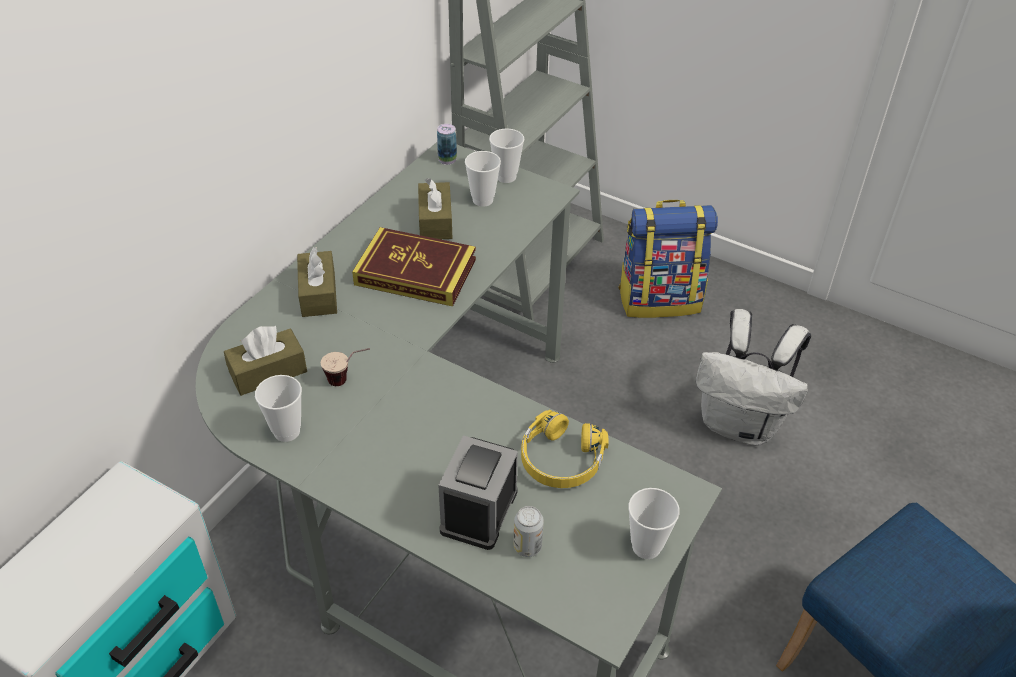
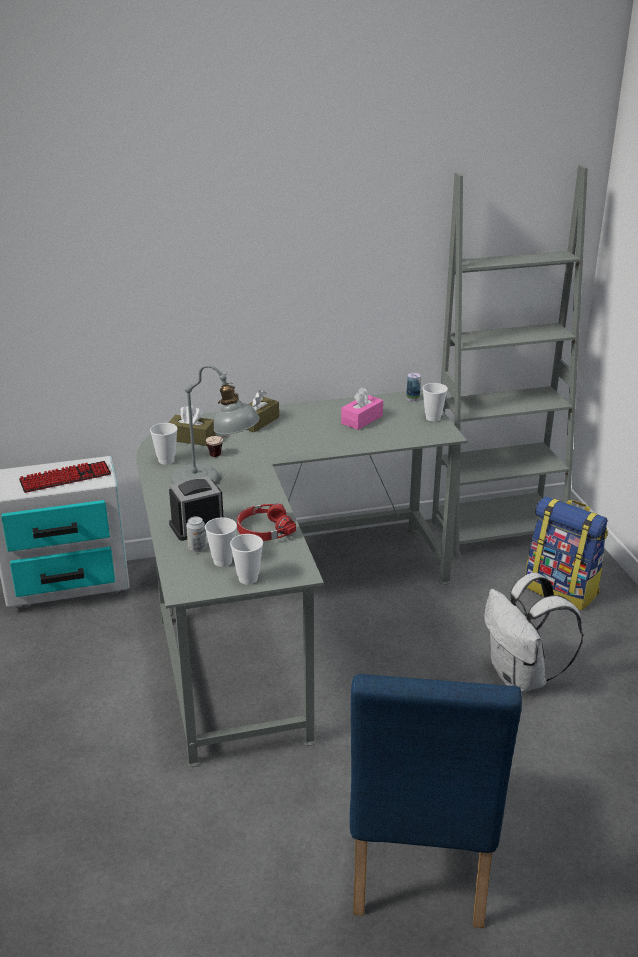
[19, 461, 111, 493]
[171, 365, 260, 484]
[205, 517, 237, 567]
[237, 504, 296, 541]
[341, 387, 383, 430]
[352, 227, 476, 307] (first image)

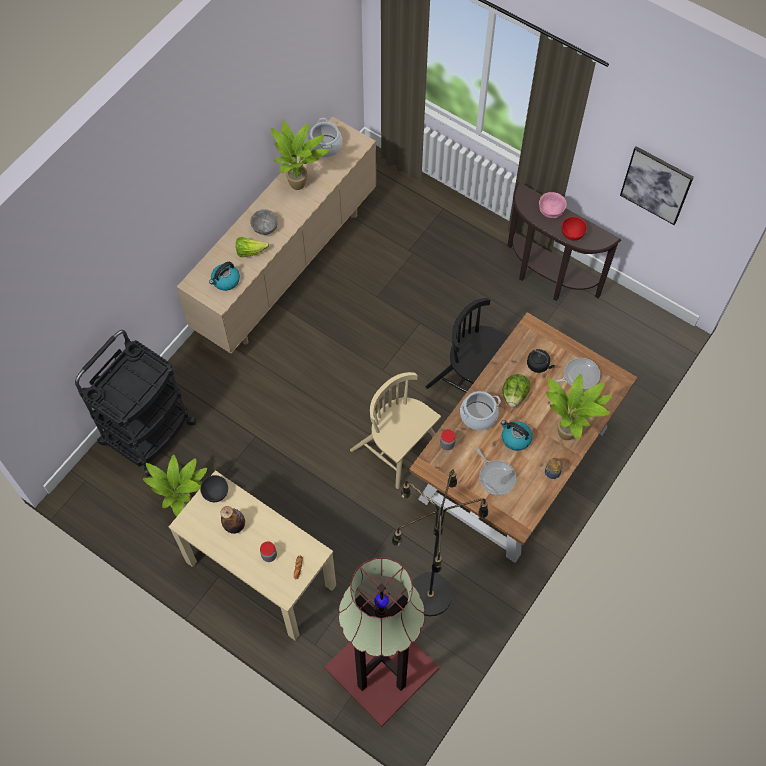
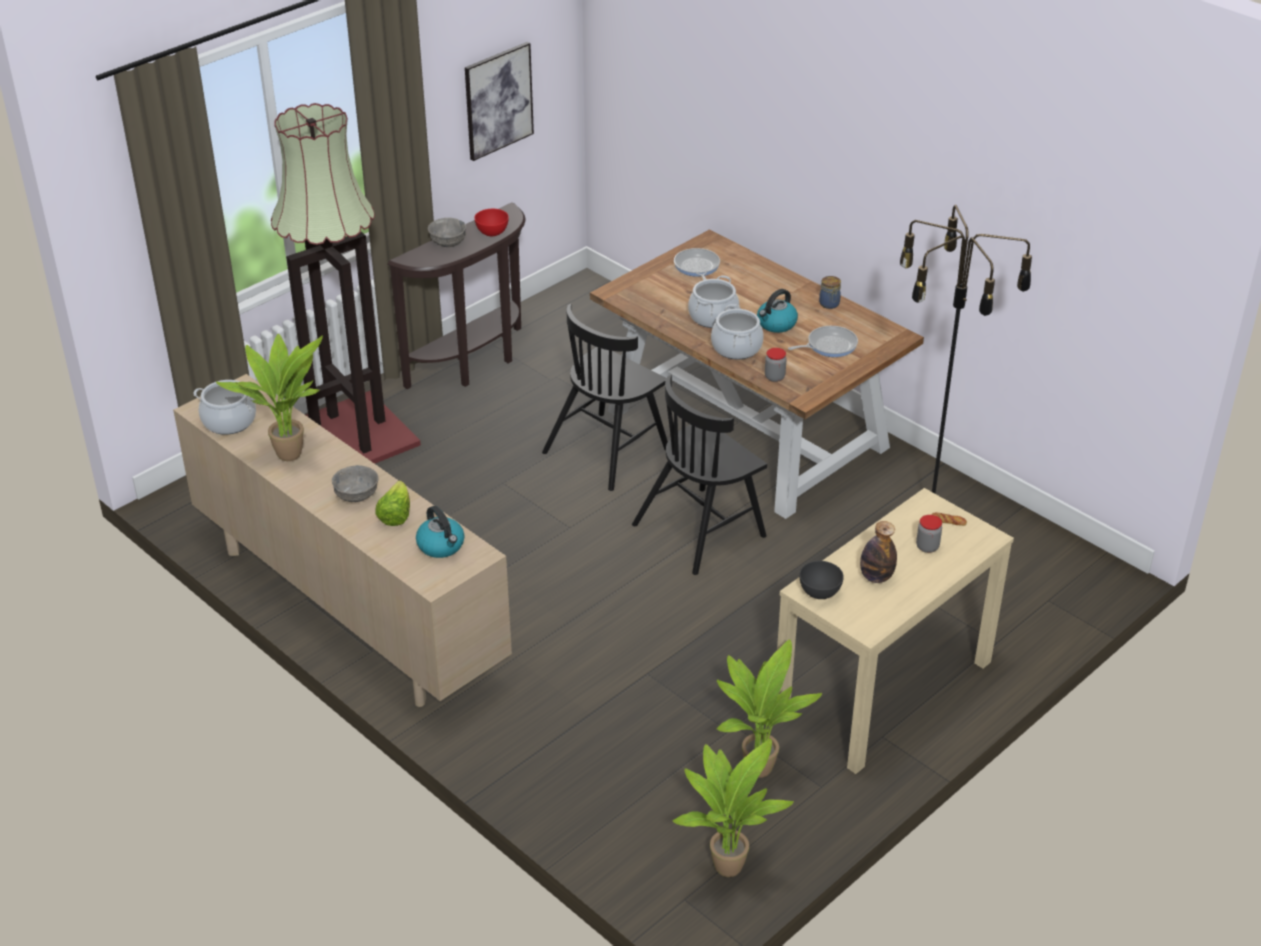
[271, 103, 421, 464]
[428, 218, 466, 247]
[632, 375, 767, 575]
[672, 739, 794, 877]
[688, 275, 740, 328]
[75, 330, 196, 477] (first image)
[527, 349, 555, 373] (first image)

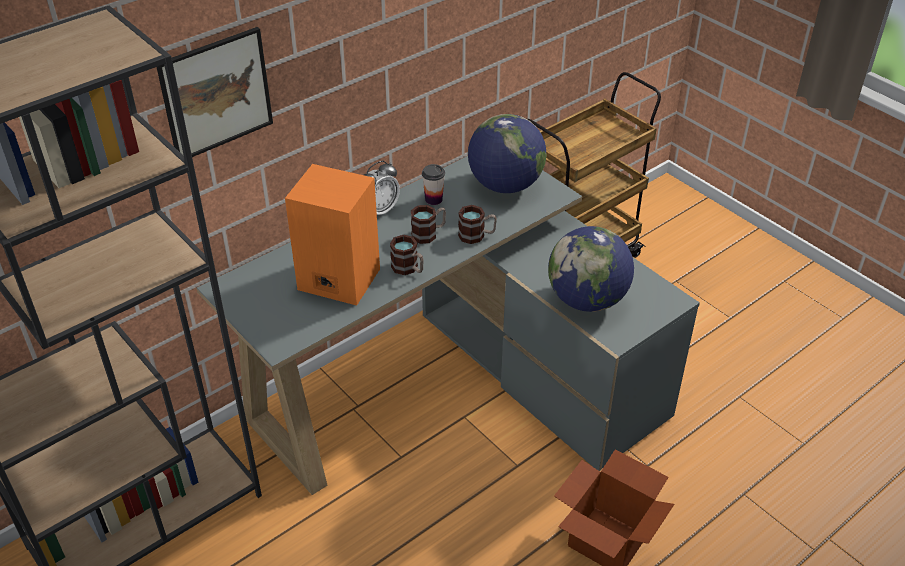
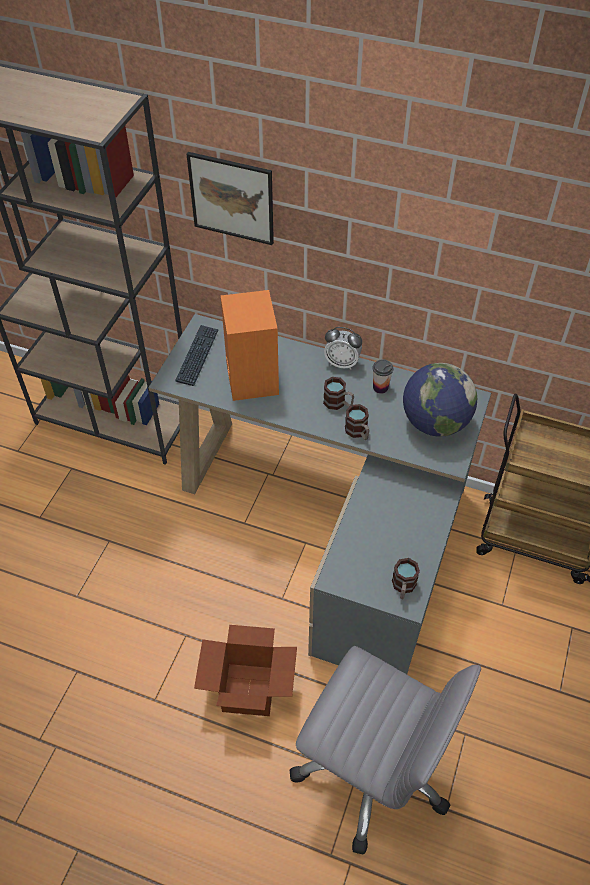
[175, 325, 219, 386]
[290, 646, 481, 855]
[392, 558, 420, 599]
[548, 226, 634, 312] (first image)

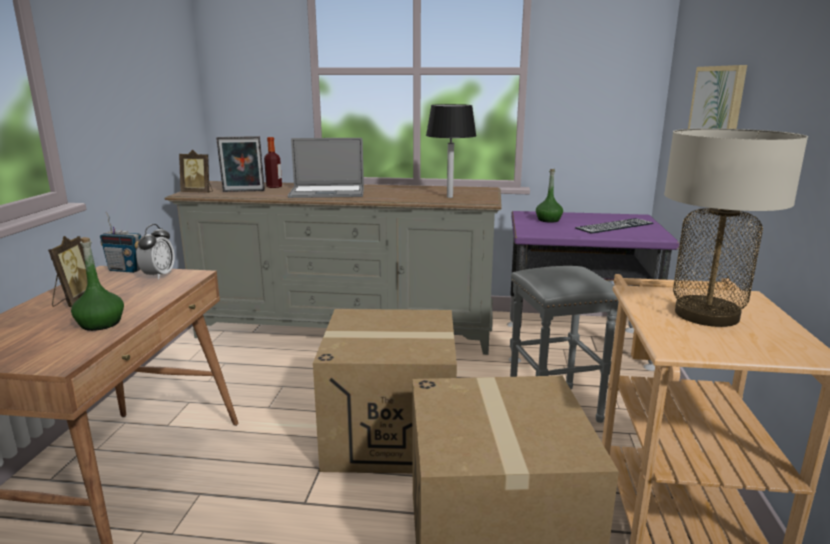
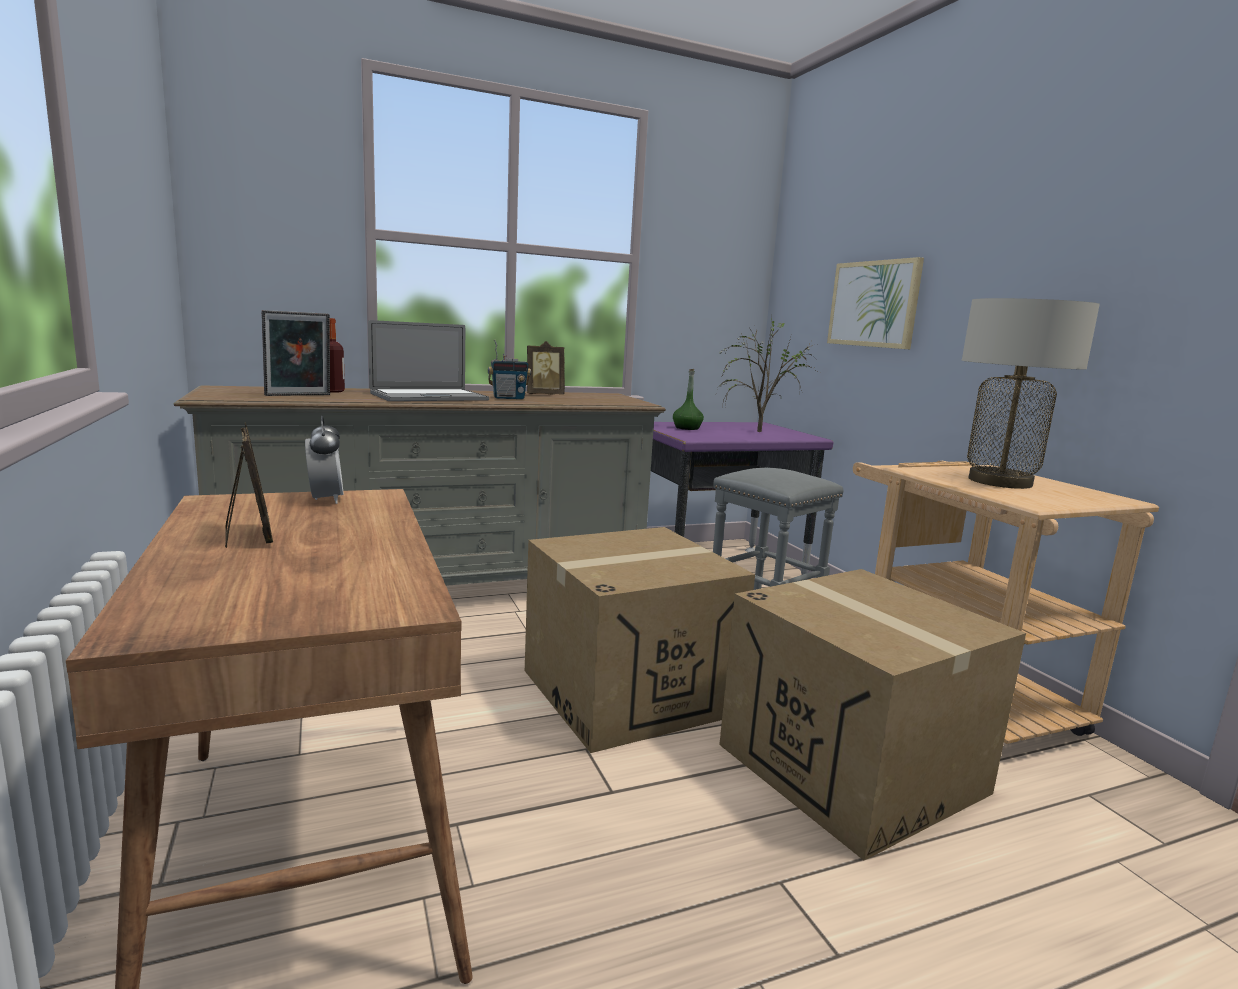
[488, 340, 531, 399]
[527, 341, 565, 394]
[717, 318, 815, 432]
[71, 237, 124, 331] (first image)
[426, 104, 477, 198] (first image)

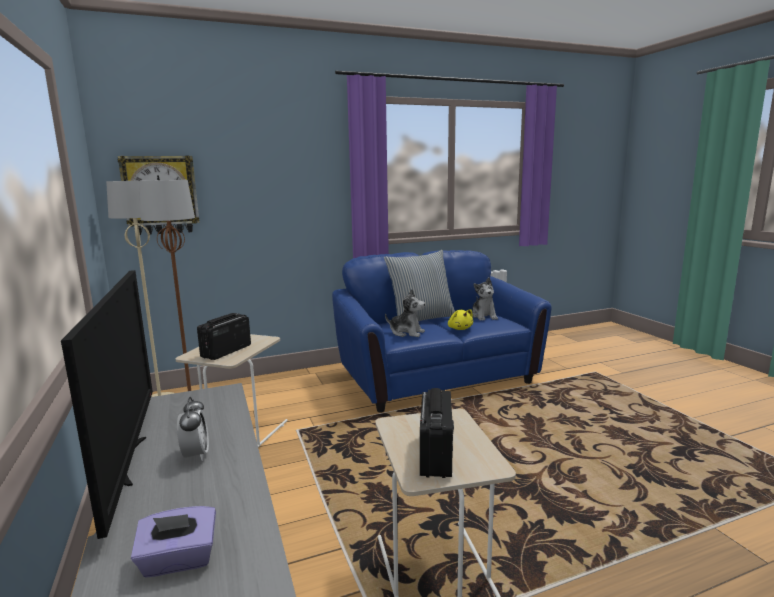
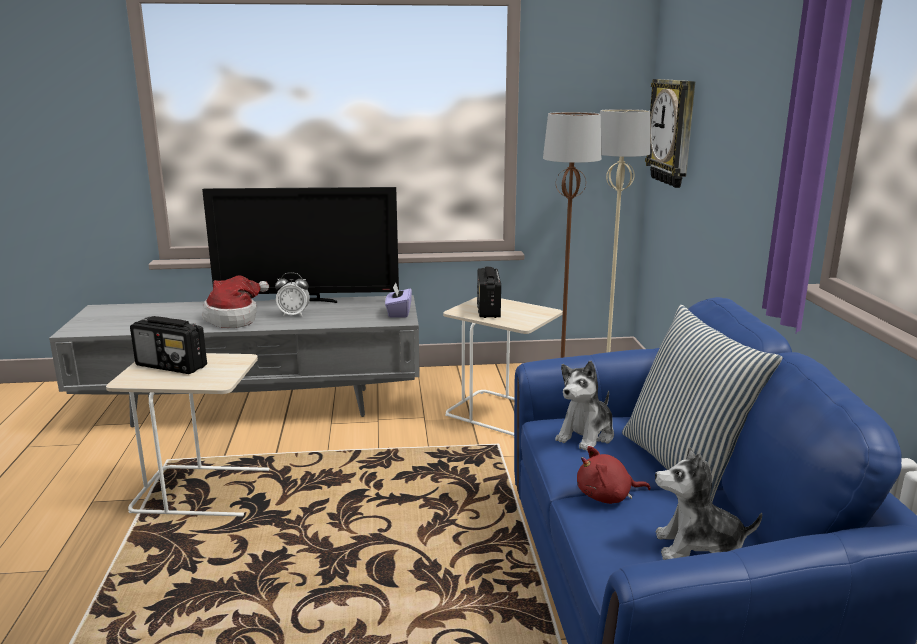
[202, 275, 269, 328]
[385, 283, 412, 318]
[477, 267, 501, 318]
[577, 446, 651, 504]

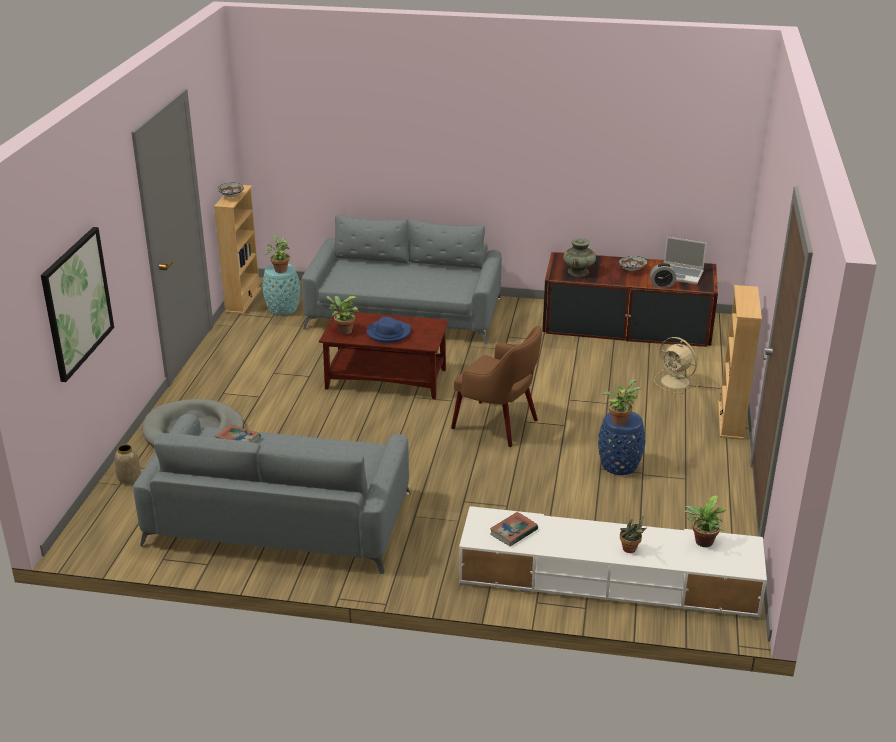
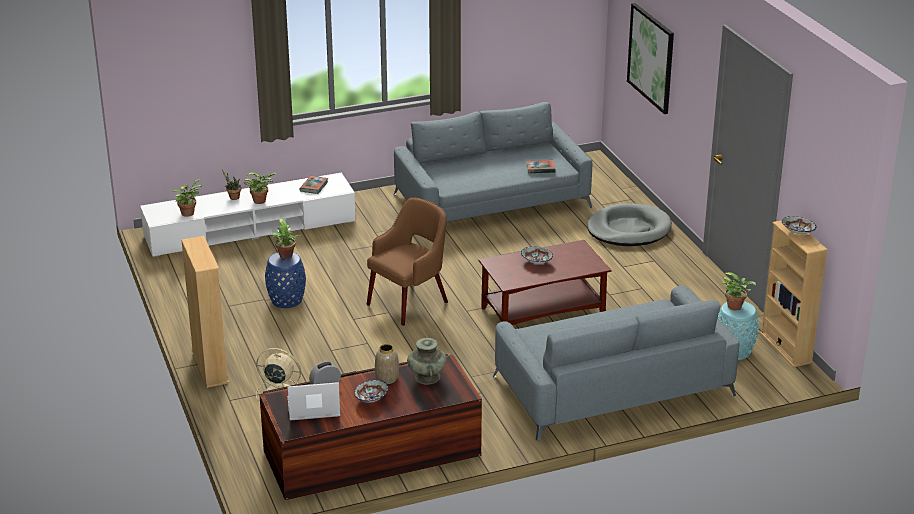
[244, 172, 277, 204]
[367, 197, 448, 326]
[375, 344, 399, 384]
[521, 246, 553, 264]

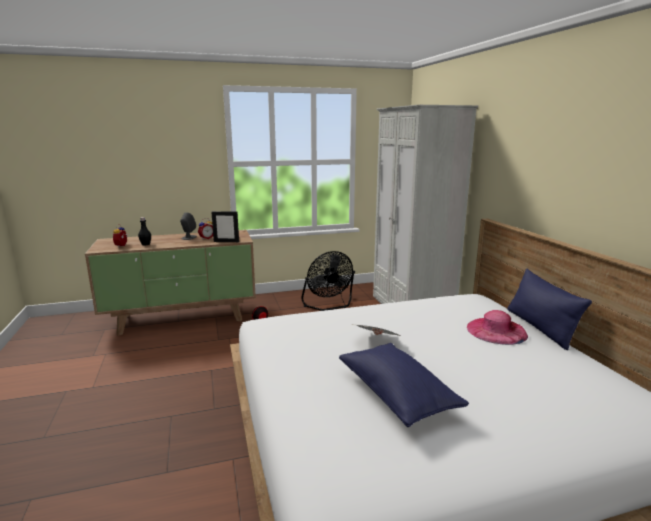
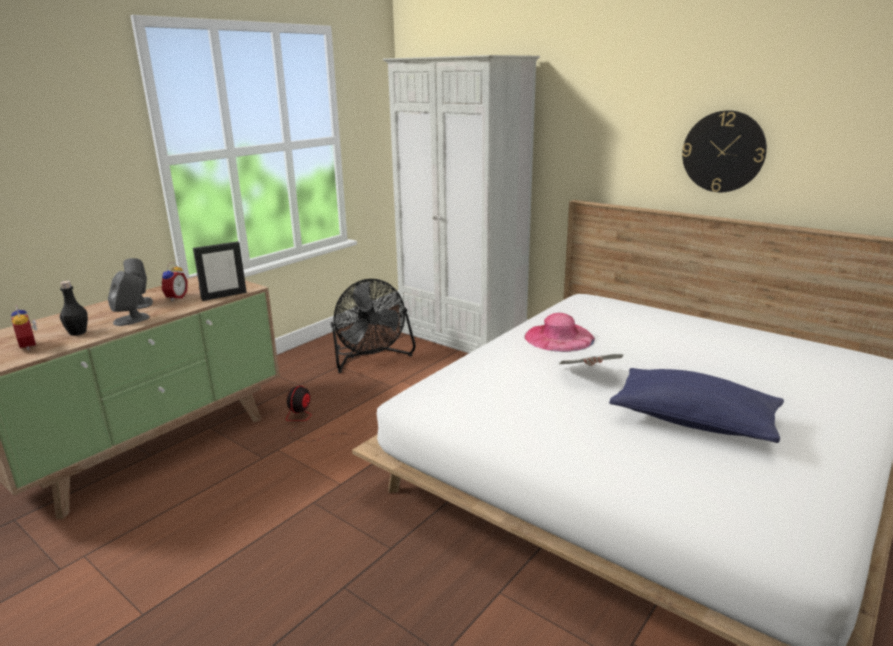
[108, 271, 150, 326]
[331, 279, 416, 373]
[525, 313, 595, 352]
[682, 110, 767, 192]
[507, 269, 592, 350] (first image)

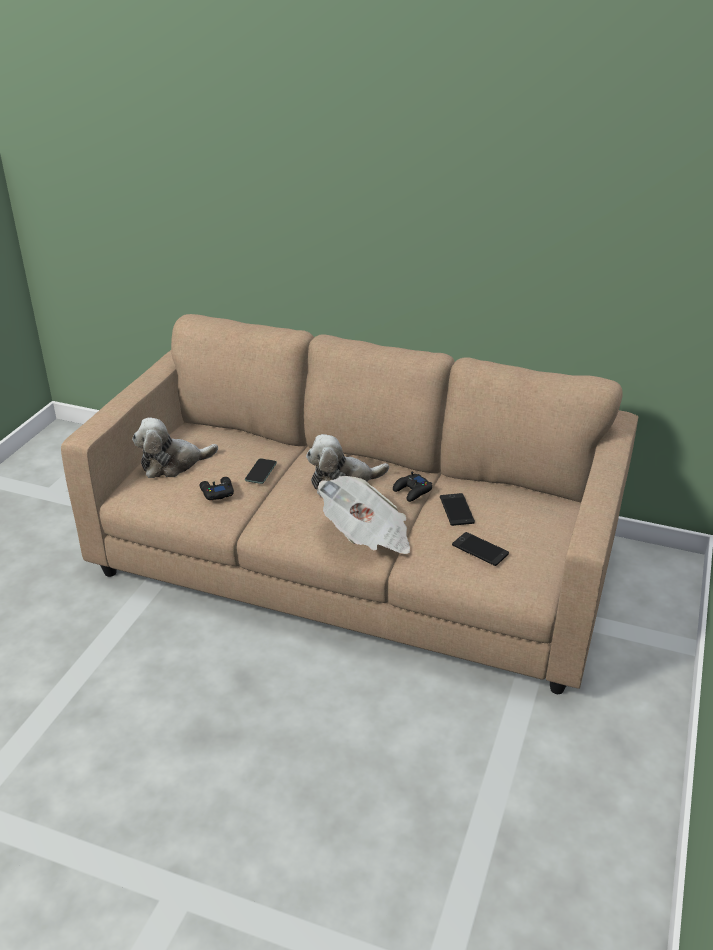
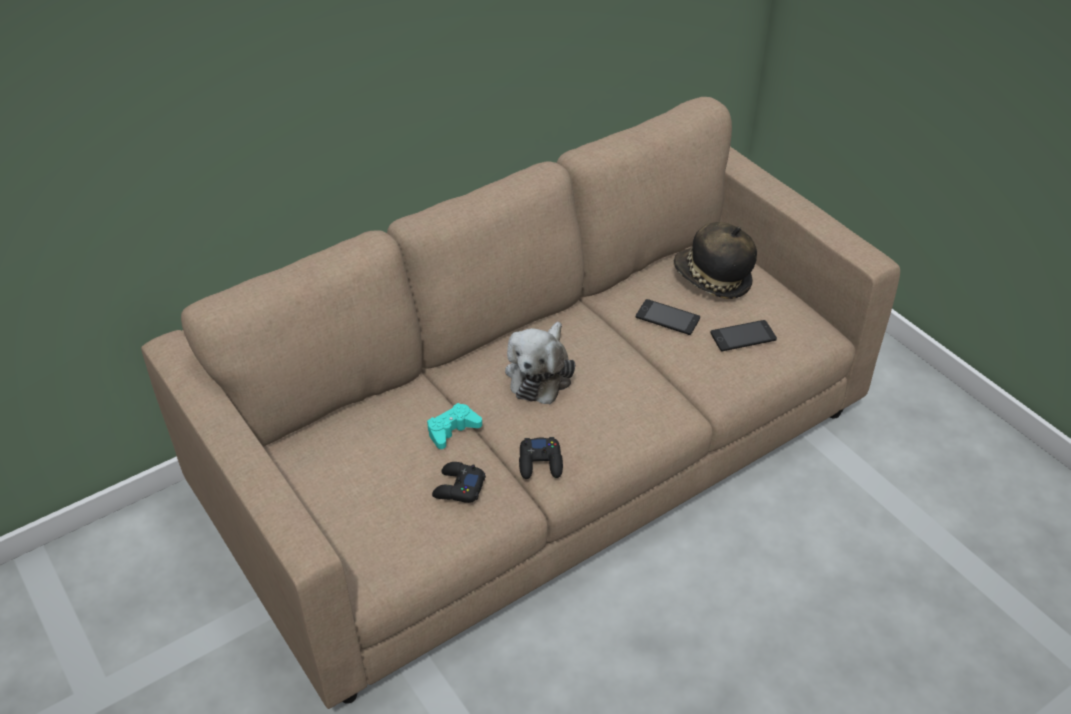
[427, 403, 482, 449]
[519, 437, 563, 479]
[674, 222, 757, 299]
[132, 417, 218, 478] (first image)
[318, 476, 410, 554] (first image)

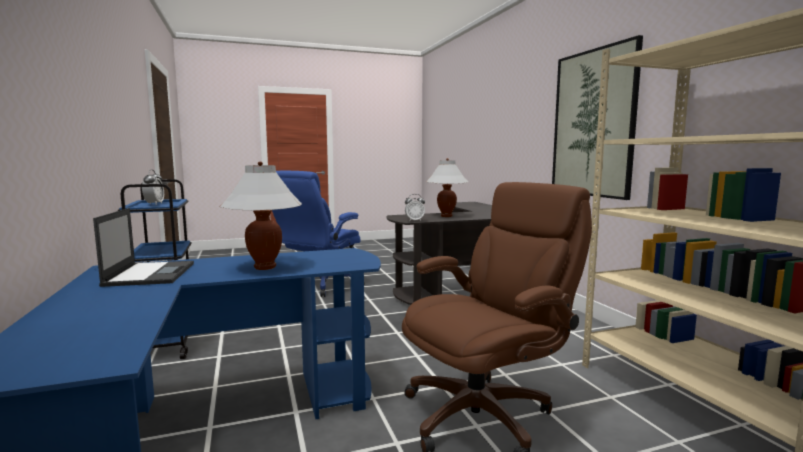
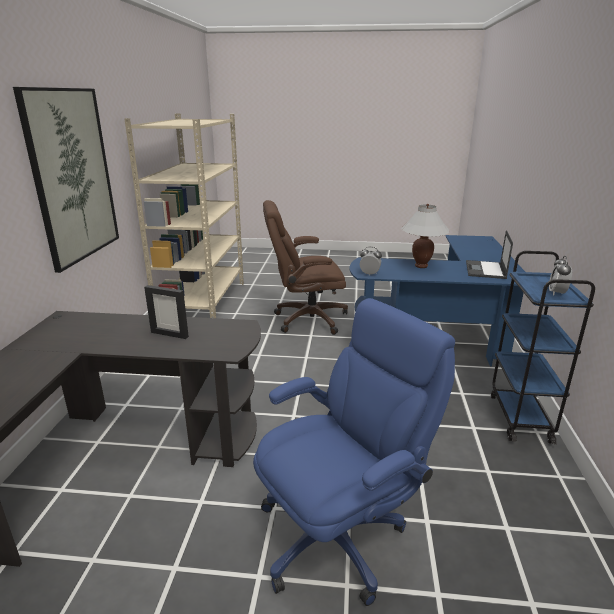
[144, 285, 189, 339]
[360, 247, 382, 275]

